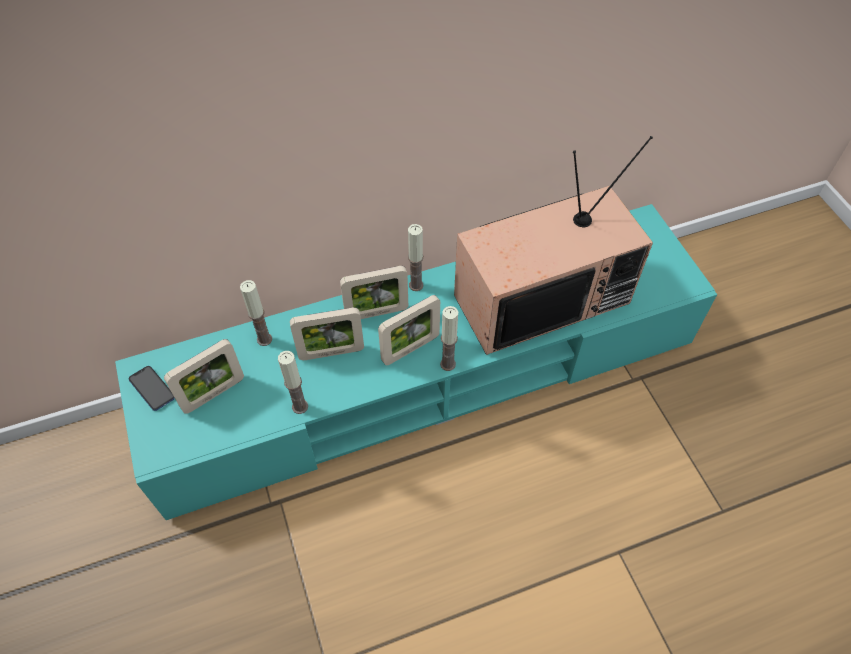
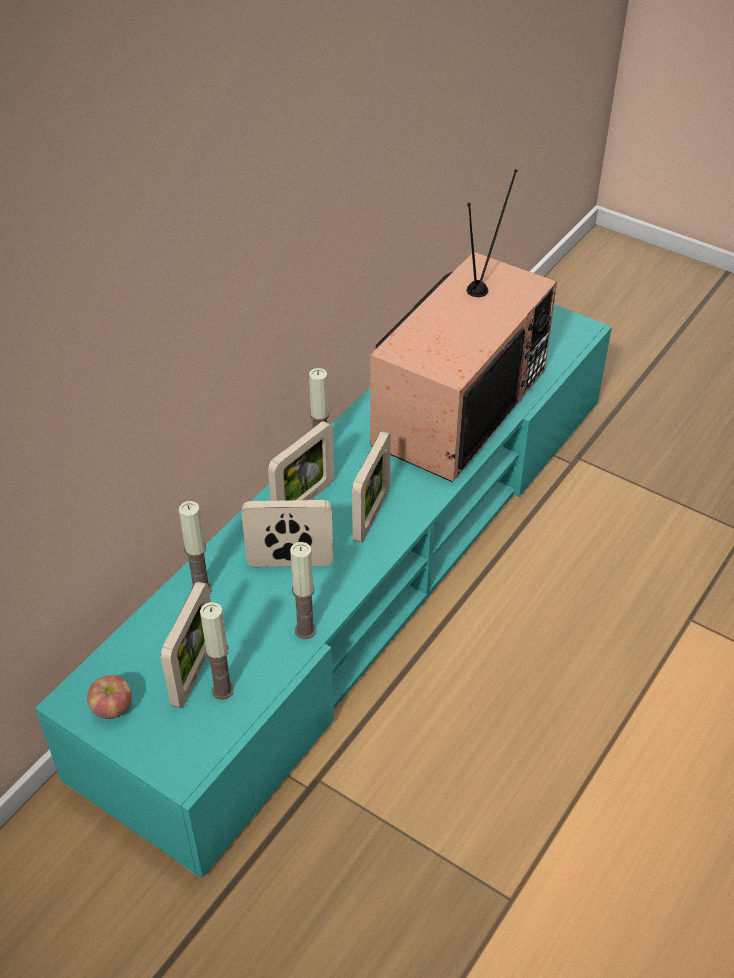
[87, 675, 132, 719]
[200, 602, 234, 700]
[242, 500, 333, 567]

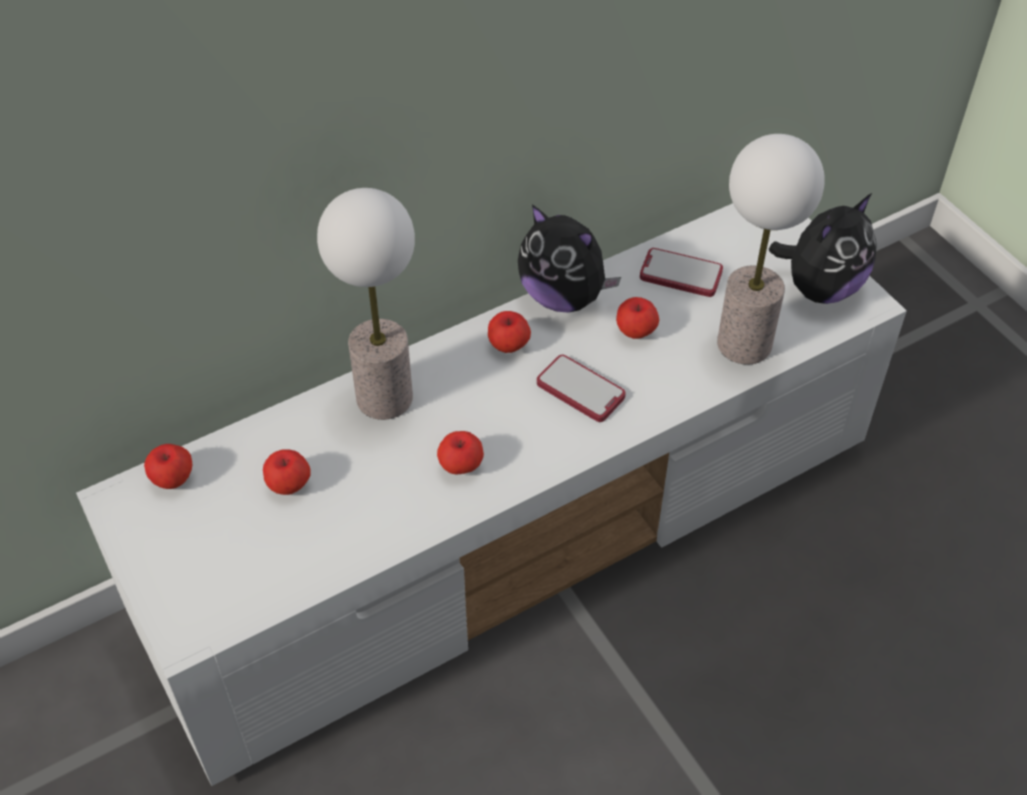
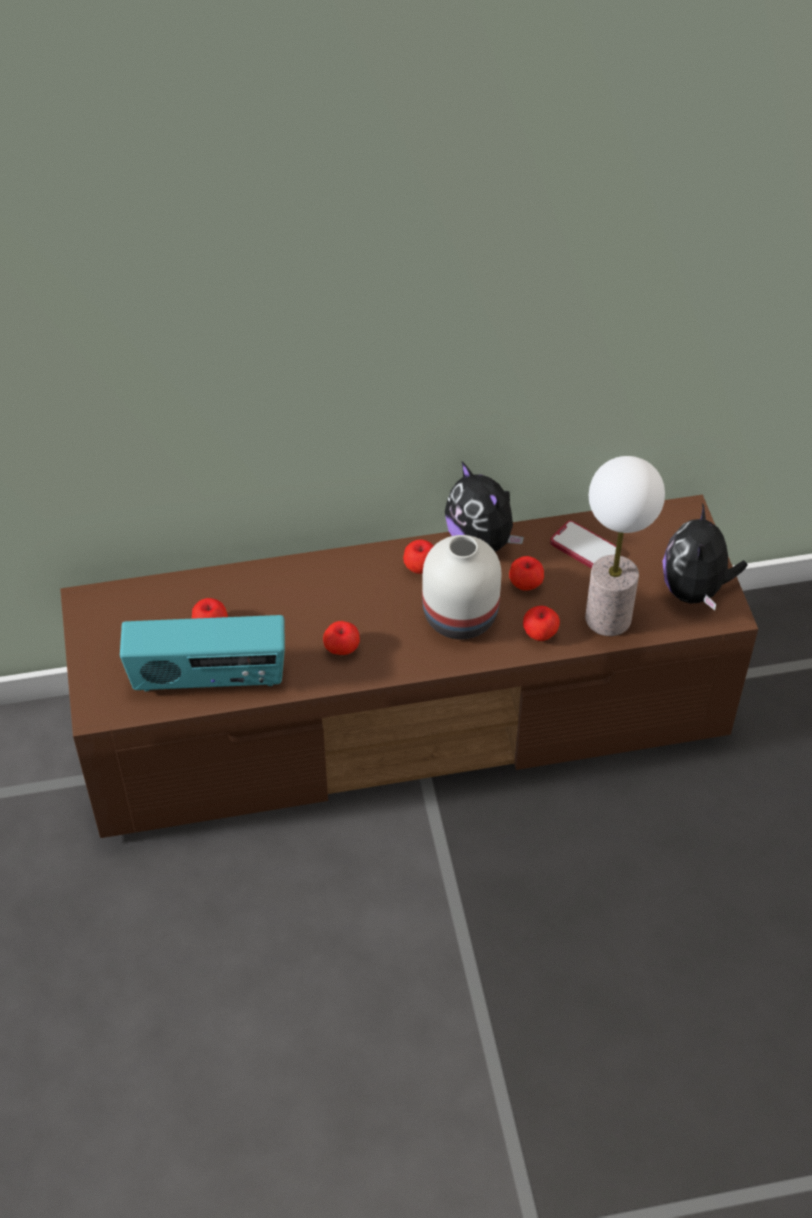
[60, 495, 758, 838]
[120, 615, 285, 691]
[422, 535, 501, 639]
[523, 606, 560, 641]
[662, 503, 748, 610]
[317, 188, 415, 420] (first image)

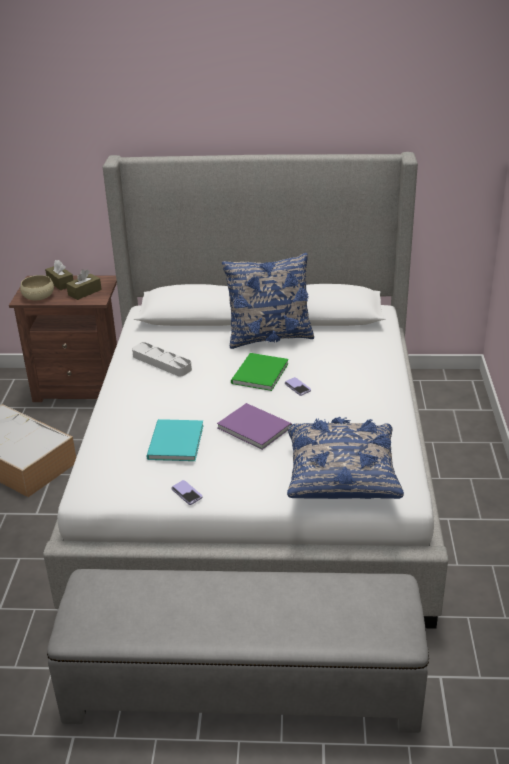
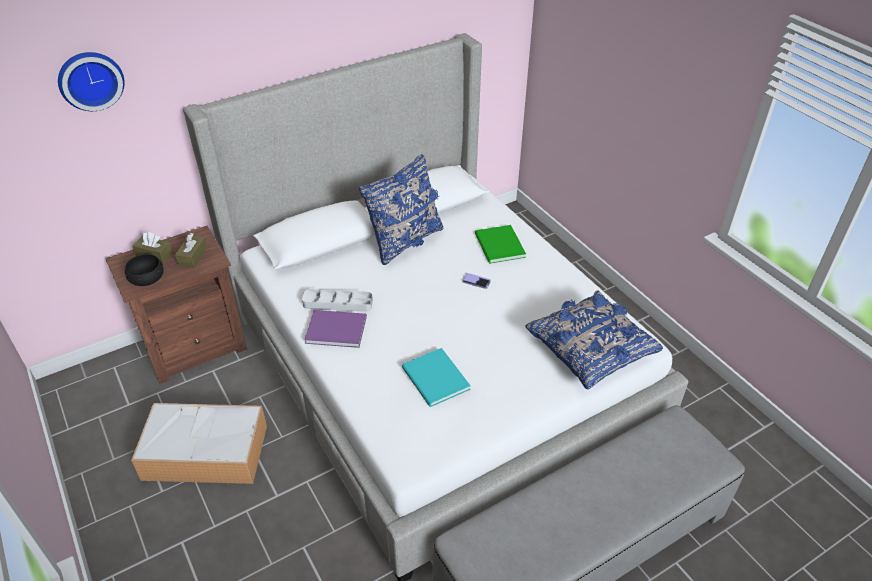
[58, 52, 125, 111]
[125, 254, 164, 286]
[304, 310, 367, 348]
[475, 225, 526, 264]
[171, 480, 202, 505] (first image)

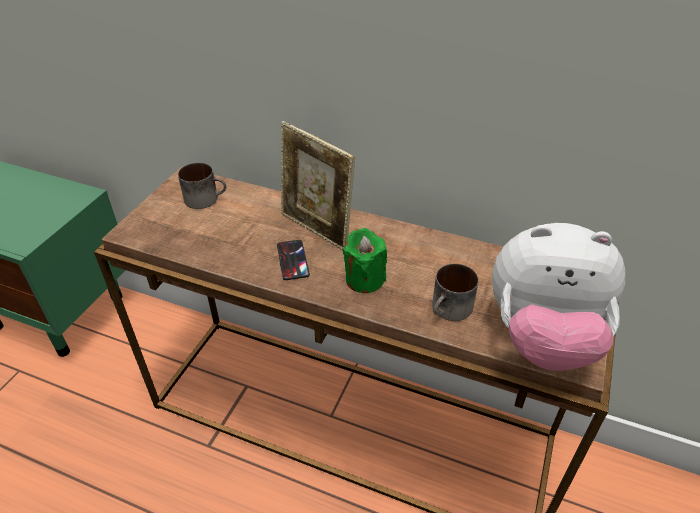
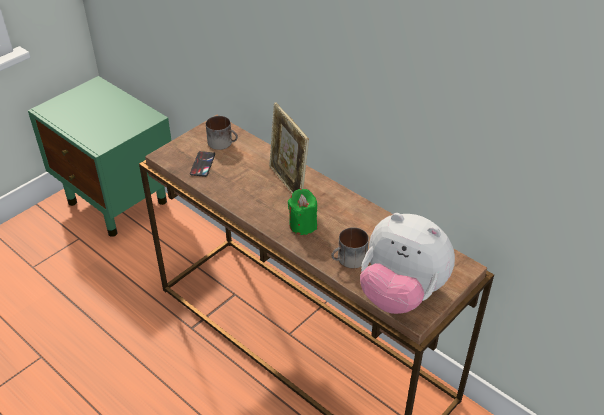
[190, 151, 215, 177]

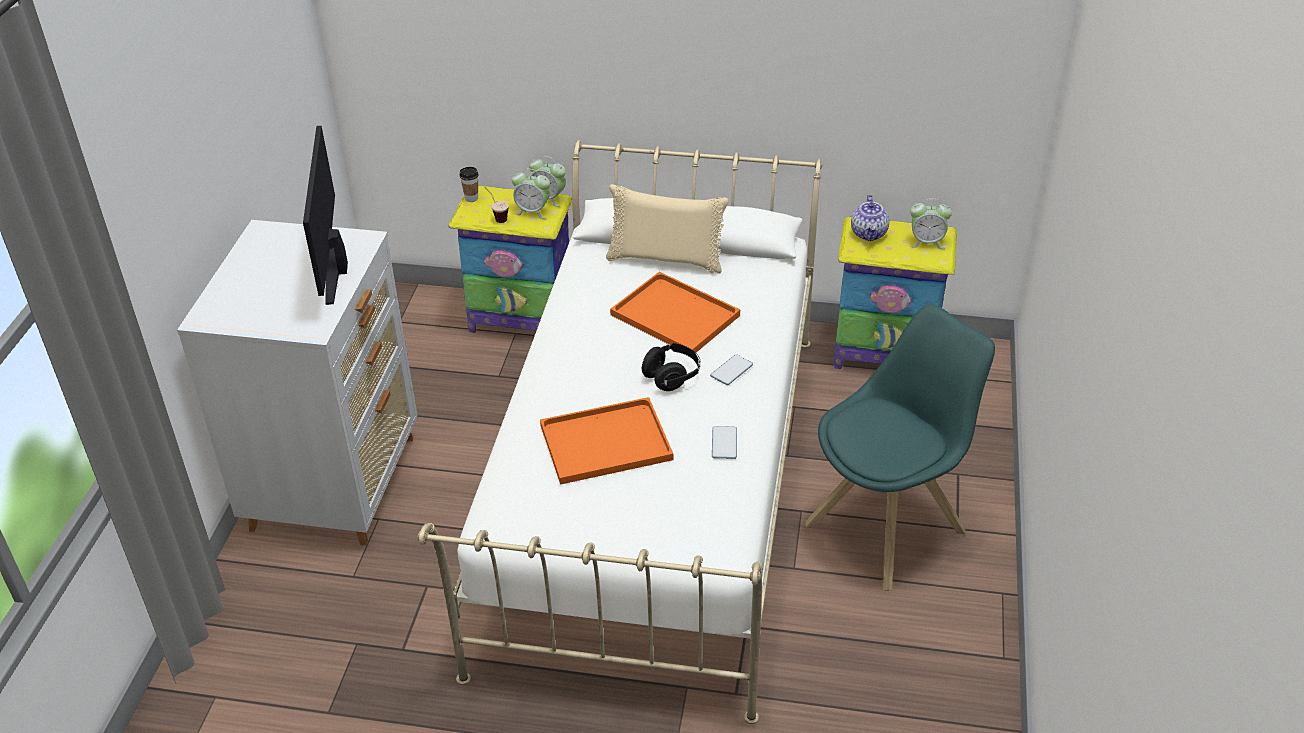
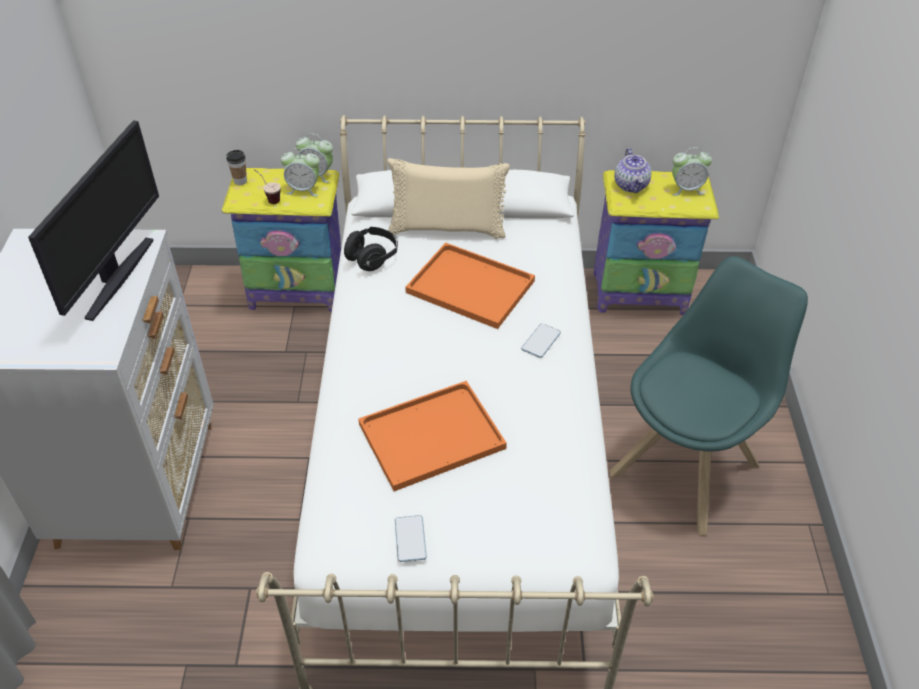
[28, 120, 159, 321]
[344, 227, 398, 271]
[395, 515, 427, 562]

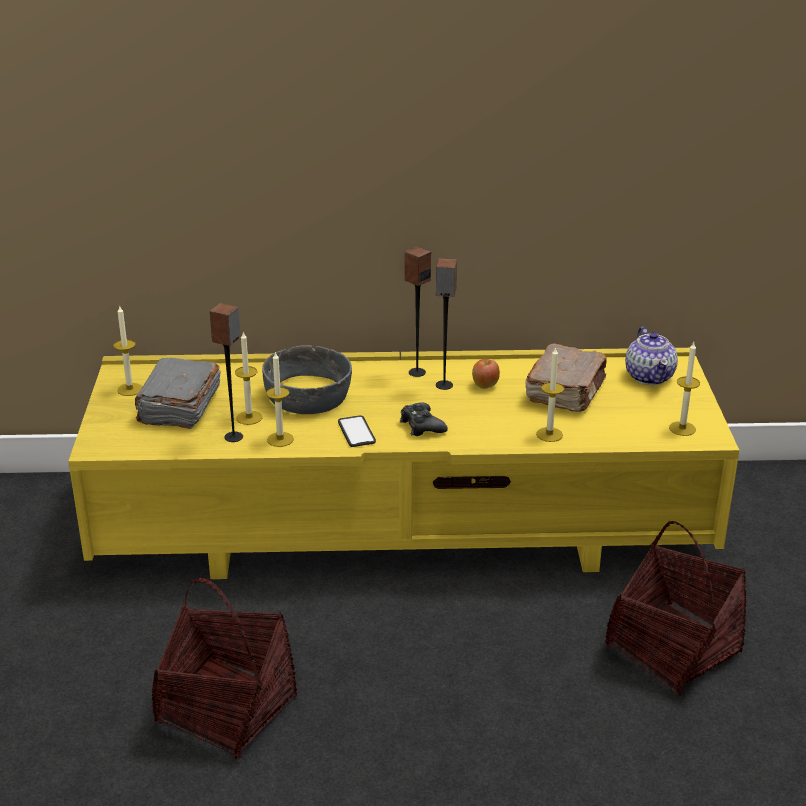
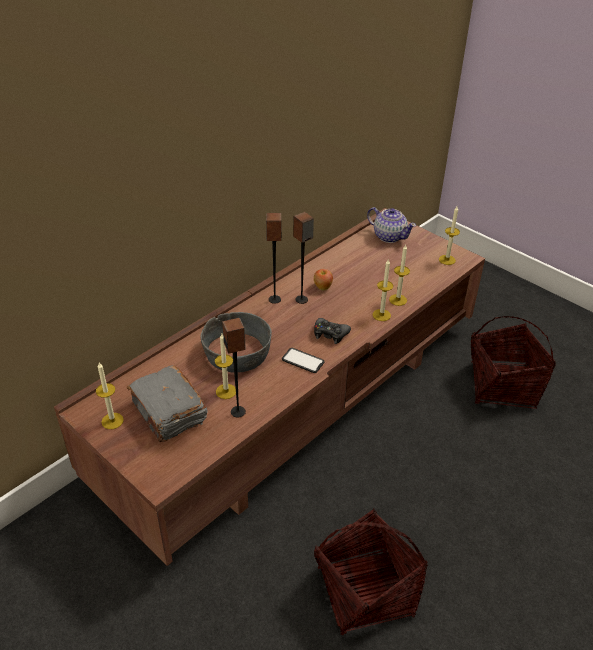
[54, 208, 485, 566]
[373, 259, 393, 321]
[525, 343, 607, 412] (first image)

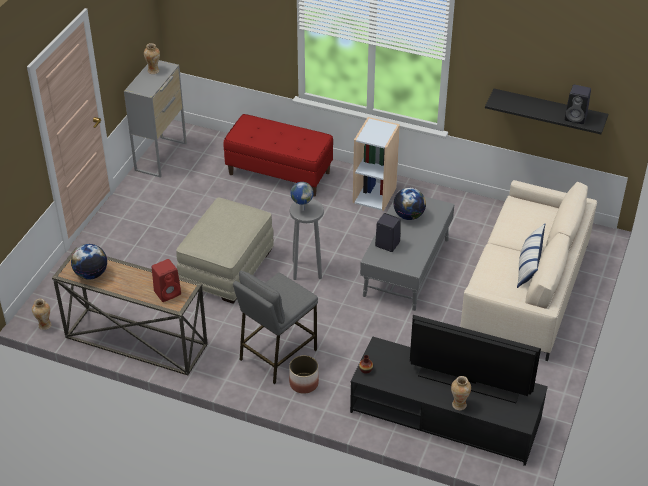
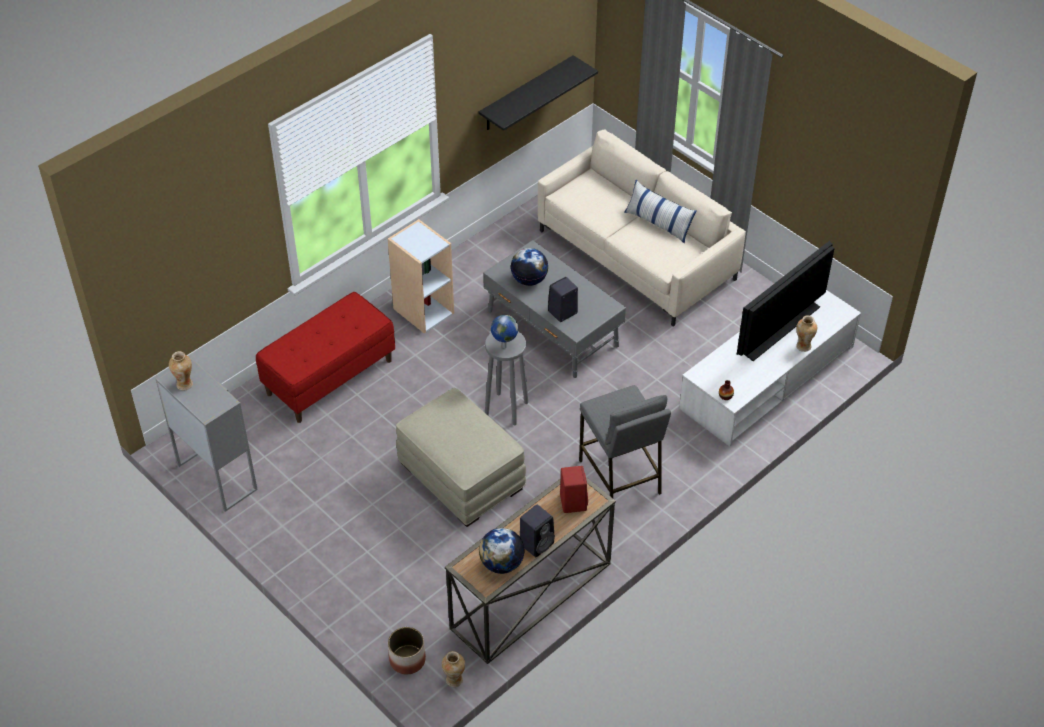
[388, 627, 426, 674]
[520, 505, 555, 557]
[679, 290, 861, 447]

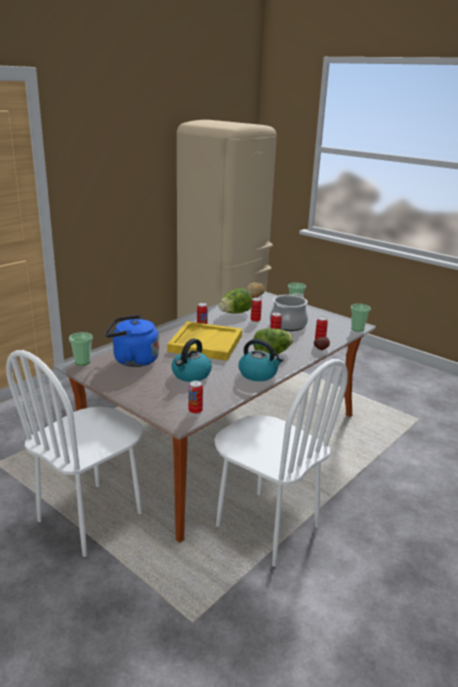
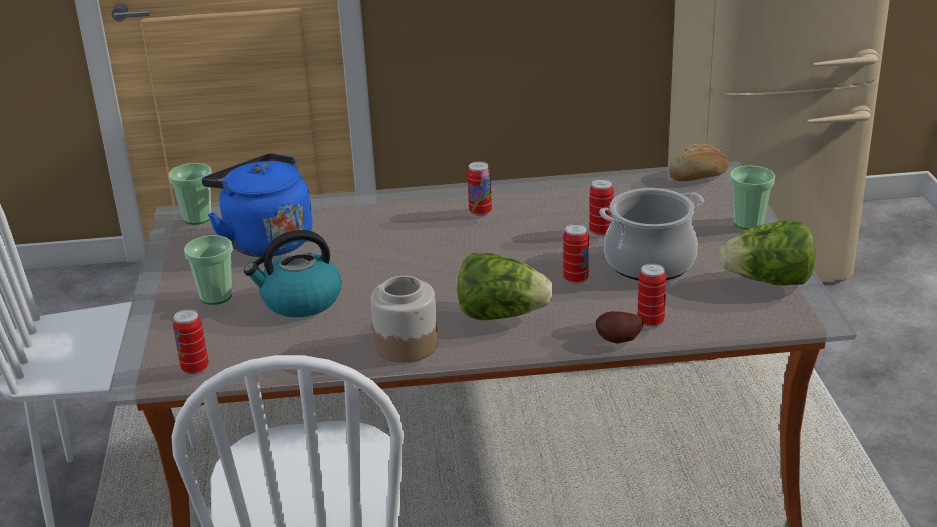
[184, 235, 233, 305]
[371, 276, 438, 363]
[720, 221, 815, 285]
[167, 321, 242, 361] (first image)

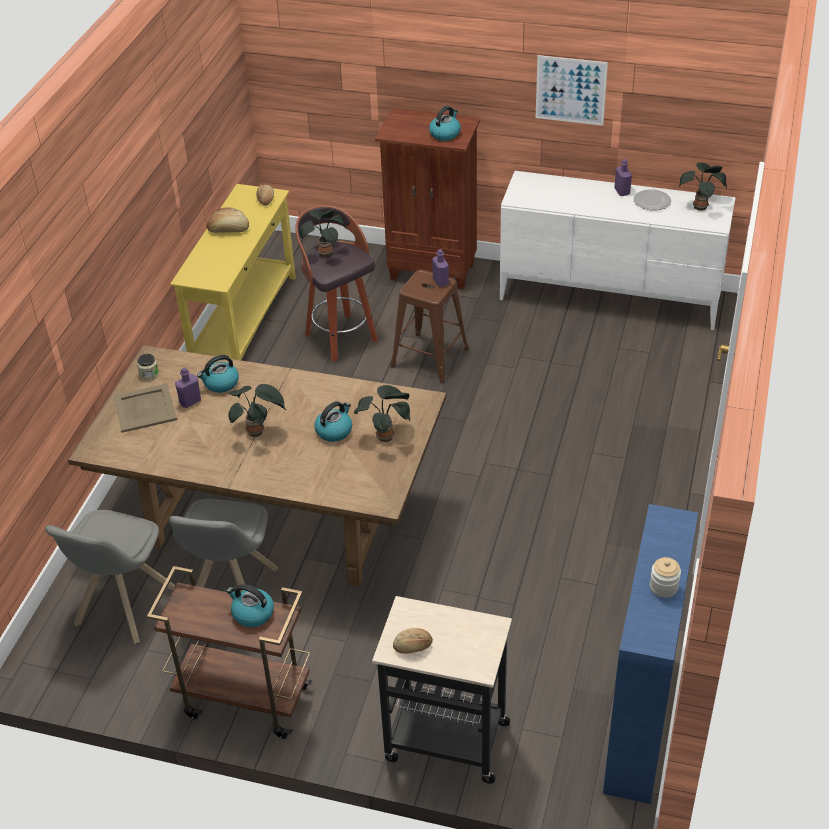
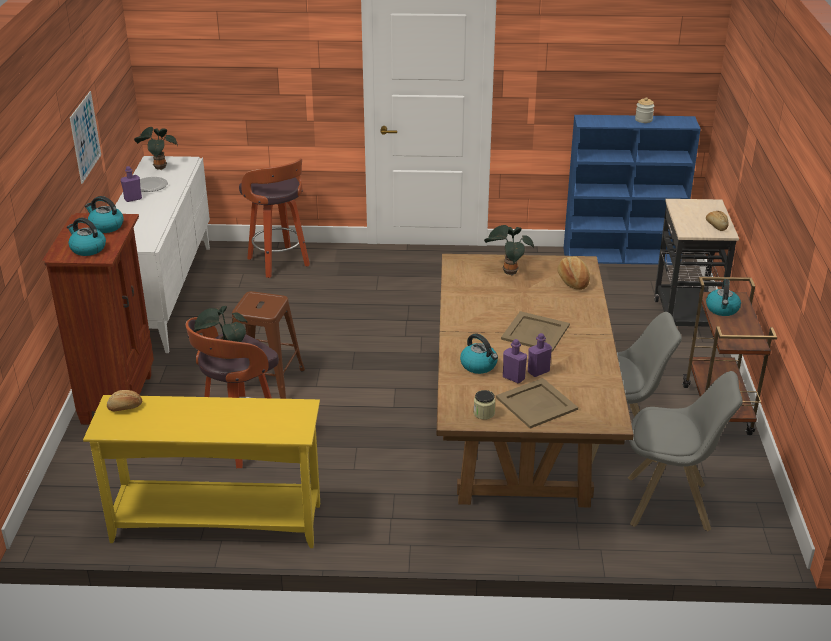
[67, 218, 106, 256]
[239, 158, 310, 278]
[501, 311, 570, 352]
[528, 333, 552, 377]
[557, 256, 590, 290]

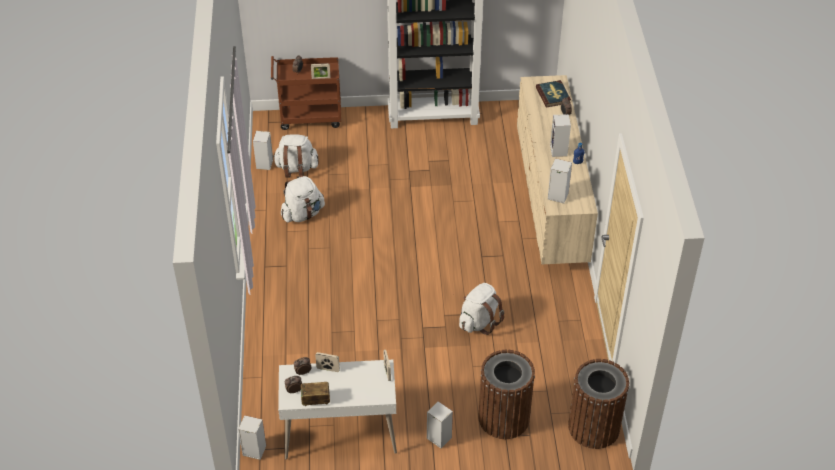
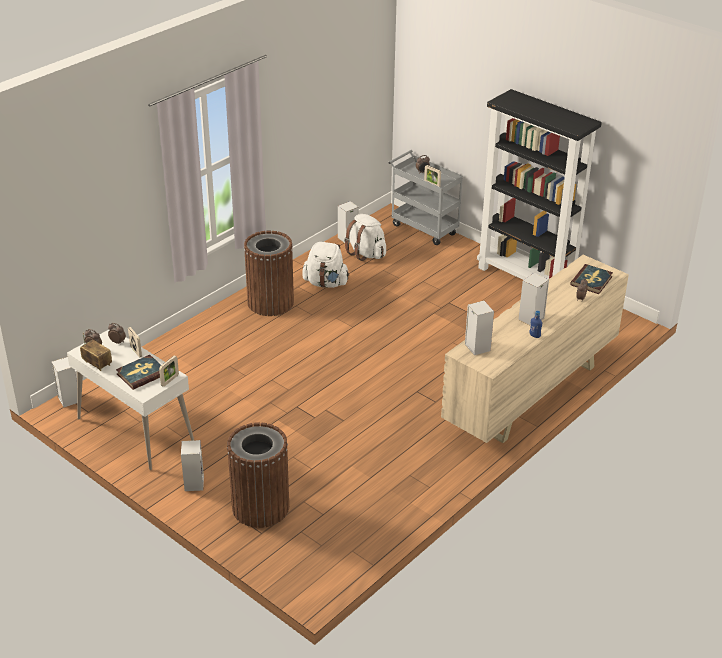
[116, 355, 161, 390]
[244, 231, 294, 316]
[388, 150, 463, 245]
[459, 283, 504, 335] (first image)

